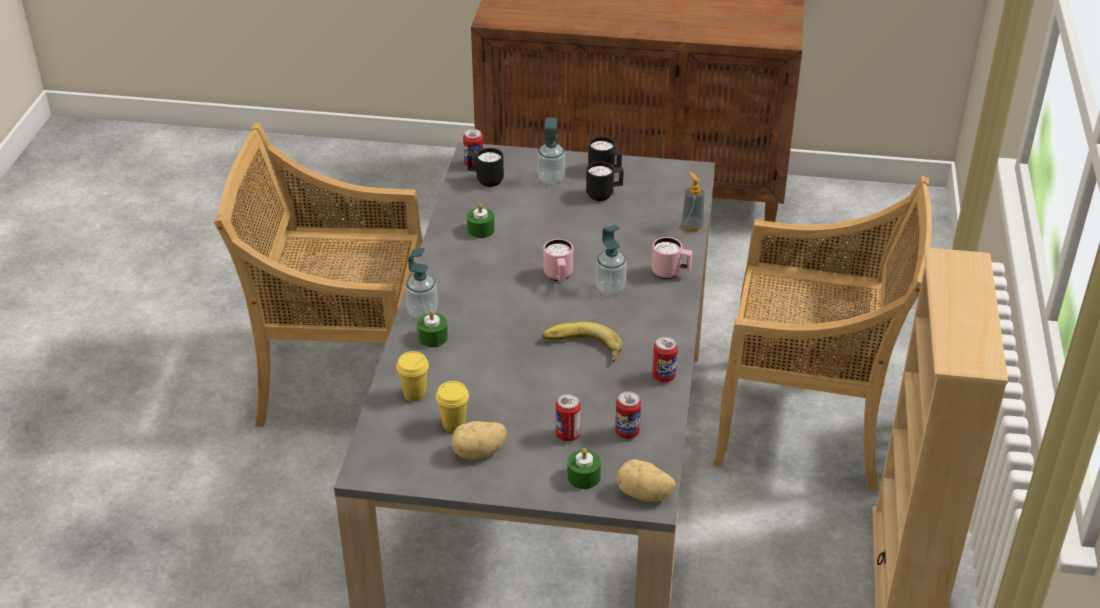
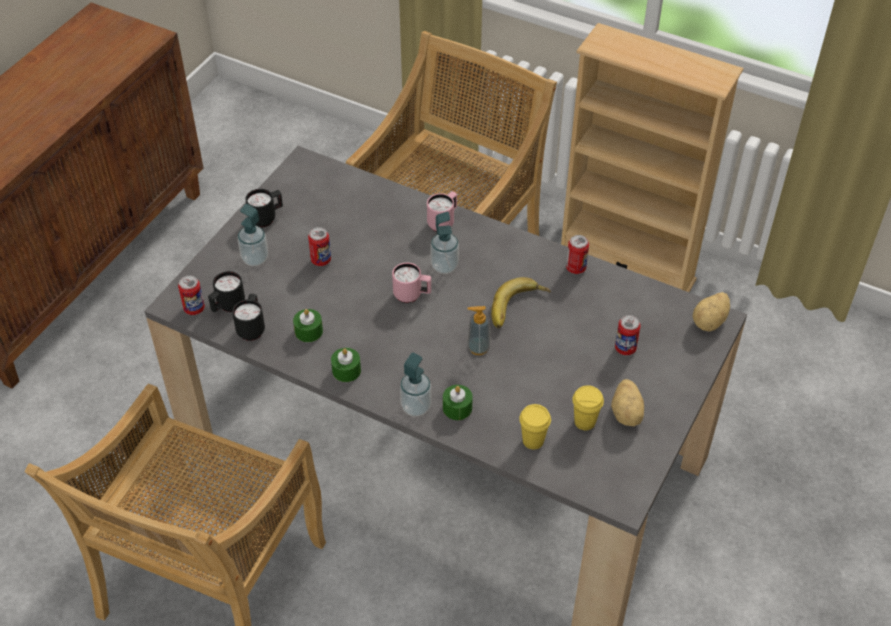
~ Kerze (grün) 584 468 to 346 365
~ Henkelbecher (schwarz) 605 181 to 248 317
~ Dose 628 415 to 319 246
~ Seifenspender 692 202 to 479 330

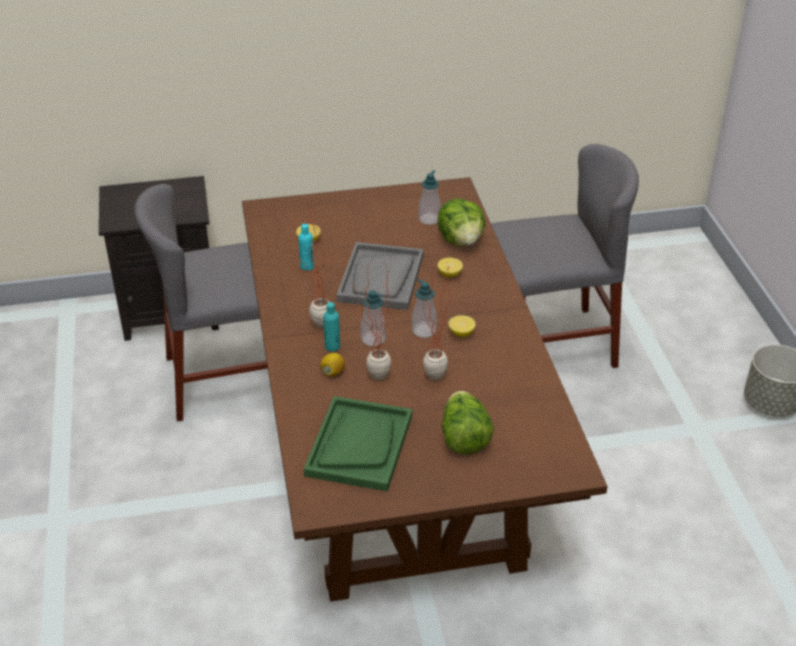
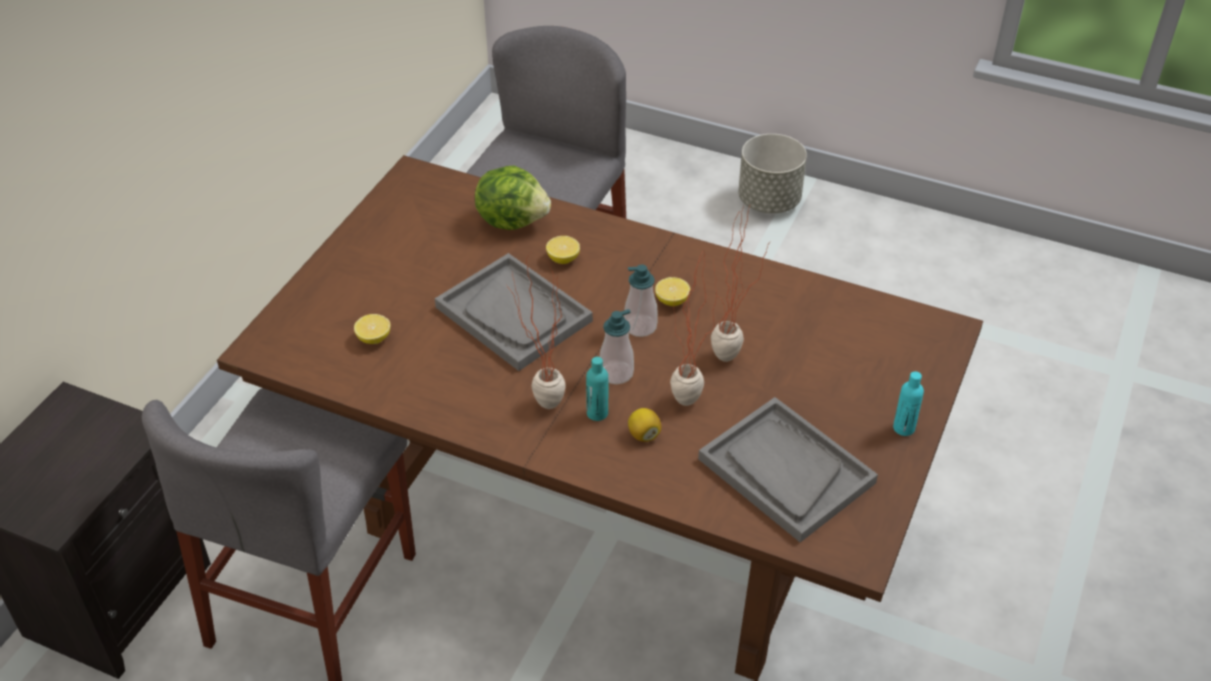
~ Flasche (türkis) 306 247 to 908 403
~ Tablett (grün) 358 444 to Tablett (grau) 788 470
- Seifenspender 429 197
- Salatkopf 468 422

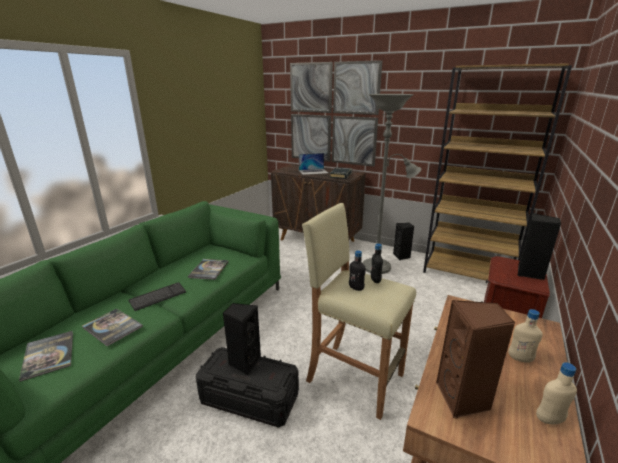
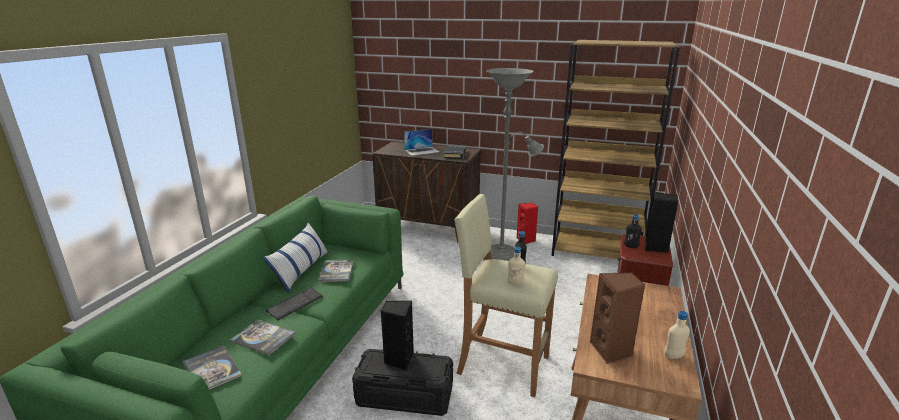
- Bild 336 113
~ Flasche (schwarz) 357 270 to 633 231
~ Lautsprecher (schwarz) 403 241 to Lautsprecher (rot) 527 223
~ Flasche (beige) 525 336 to 517 266
+ Kissen 296 257

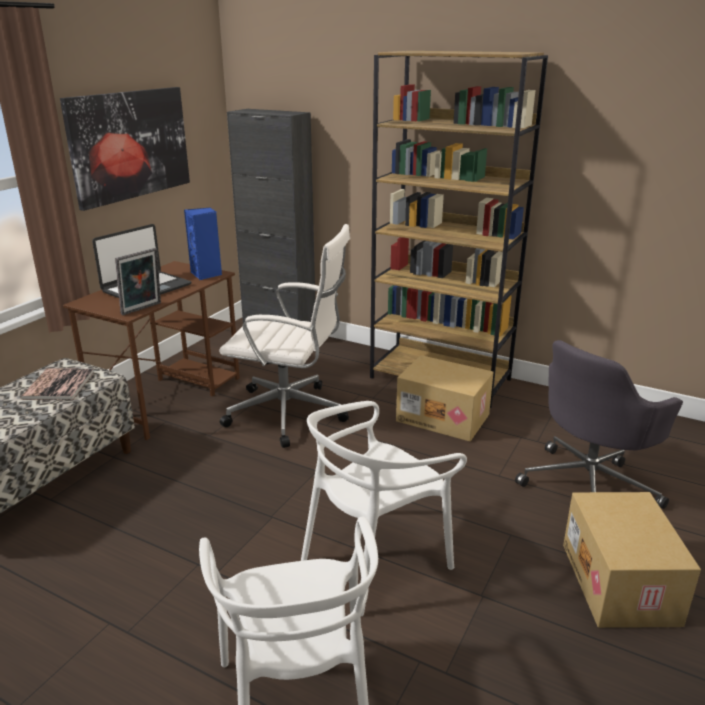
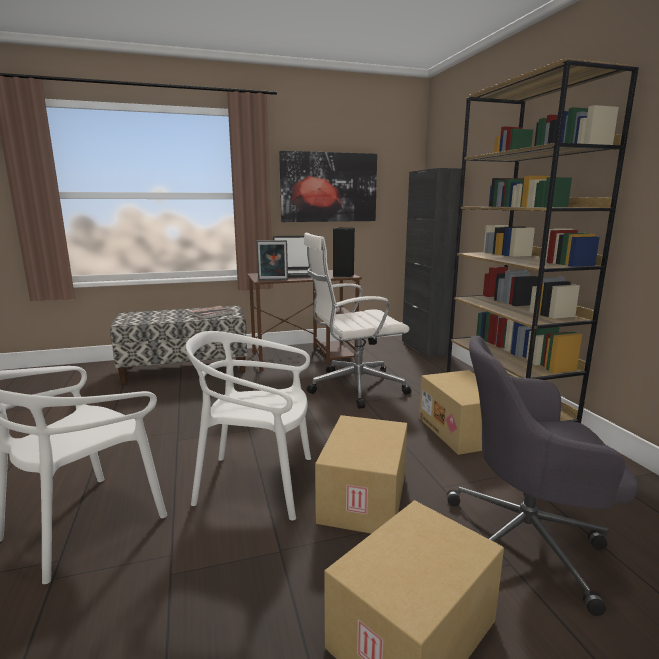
~ Lautsprecher (blau) 203 244 to Lautsprecher (schwarz) 344 252
~ Bürostuhl (weiß) 284 336 = 357 321 105 degrees clockwise
+ Karton 361 474

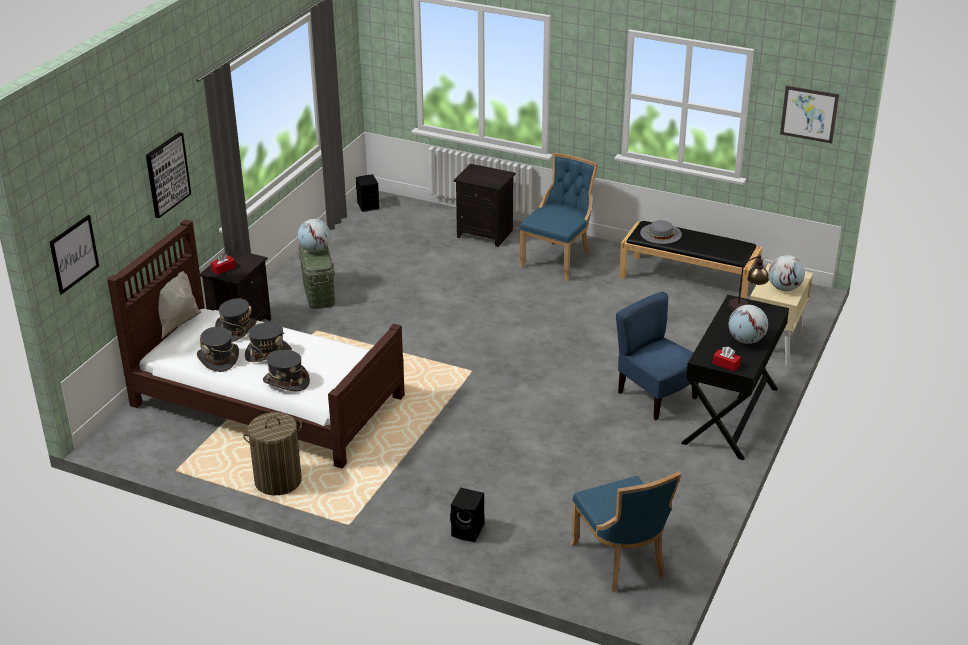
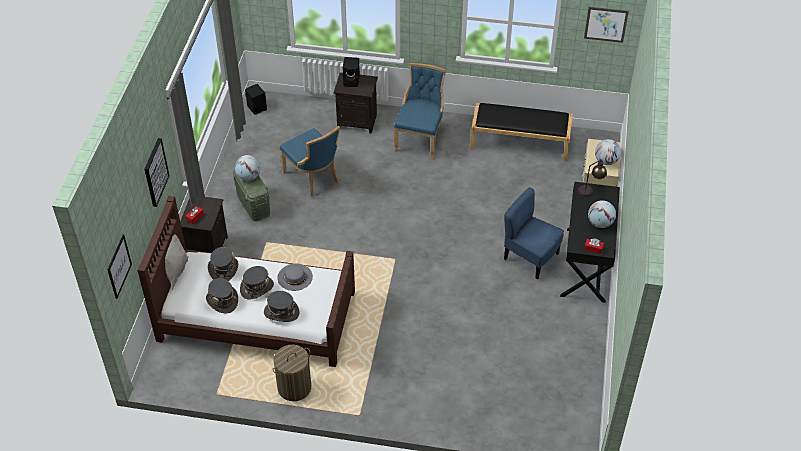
~ Lautsprecher (schwarz) 467 514 to 351 72
~ Stuhl (blau) 625 531 to 310 161
~ Hut (grau) 661 232 to 295 277

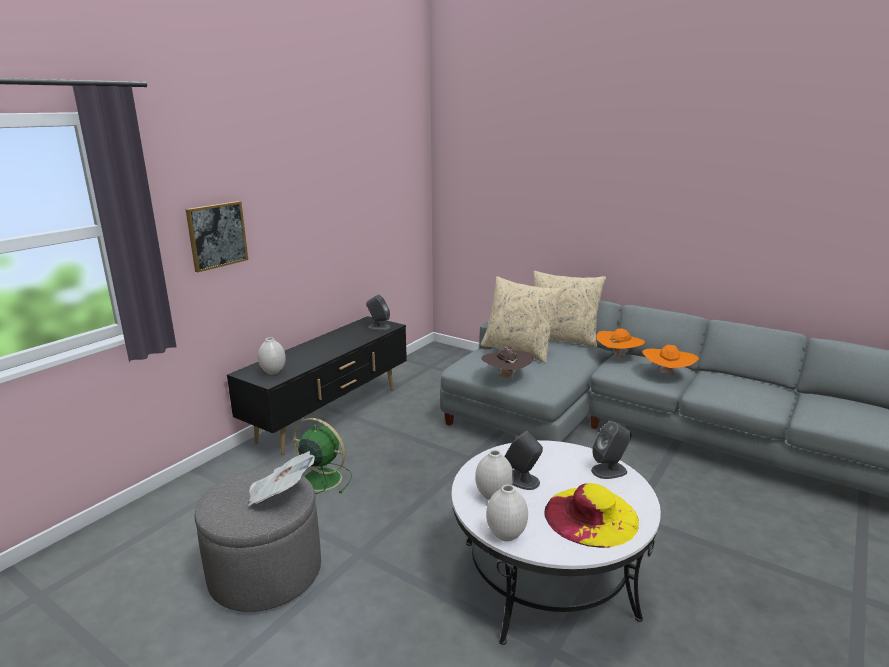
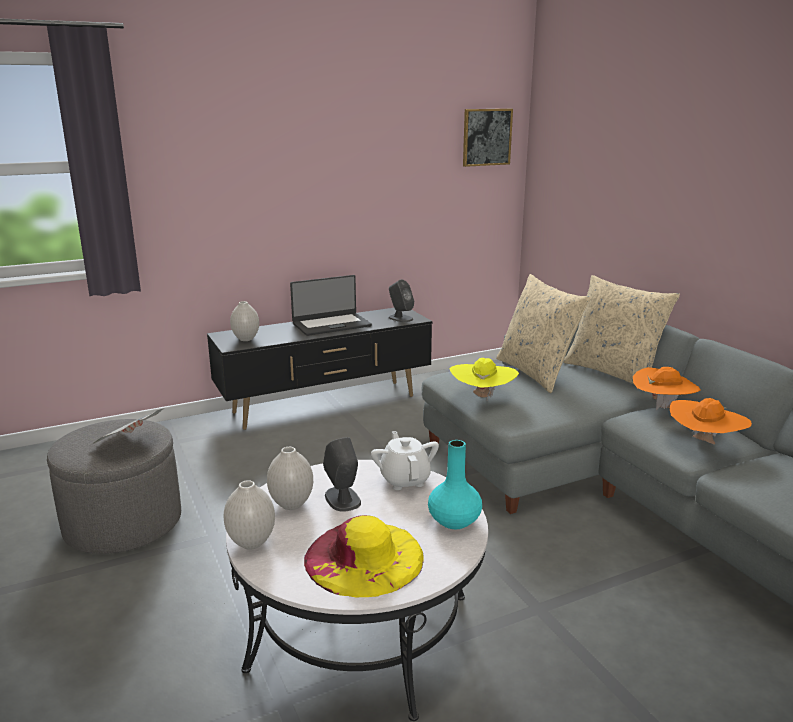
~ Bild 217 236 to 488 138
- Ventilator (grün) 322 456
~ Hut (braun) 507 362 to Hut (gelb) 484 379
~ Lautsprecher (grau) 611 450 to Vase (türkis) 455 484
+ Laptop 331 305
+ Teekanne (weiß) 405 460

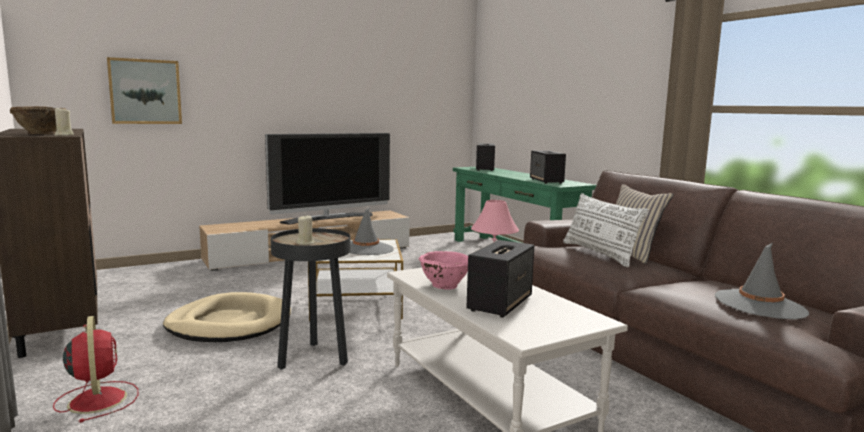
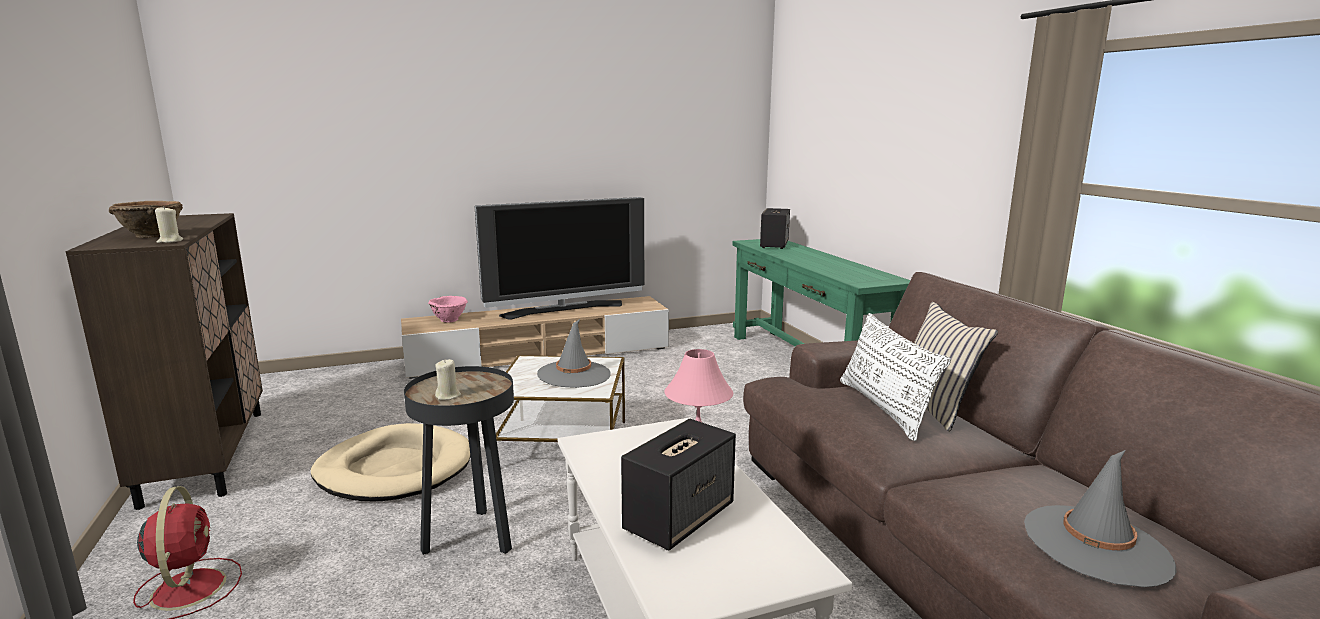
- Bild 144 90
~ Schüssel (rosa) 443 270 to 448 309
- Lautsprecher 548 167

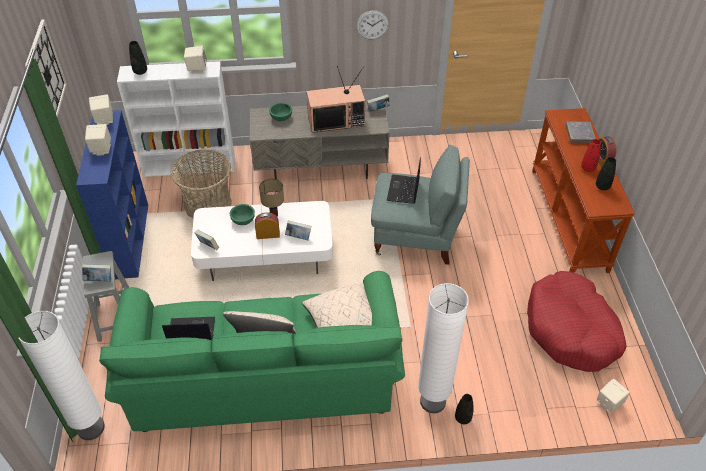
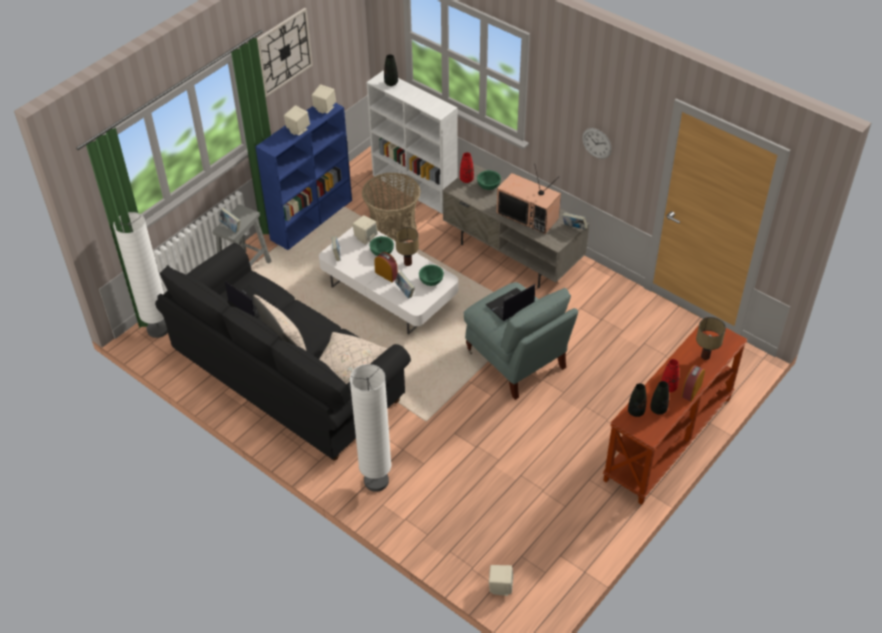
~ Sofa (grün) 252 351 to Sofa (schwarz) 283 352
~ Lautsprecher (beige) 195 60 to 365 230
~ Vase (schwarz) 464 409 to 637 400
- Hundebett (rot) 577 321
~ Buch (grau) 581 132 to Tischlampe 711 338
+ Schüssel (grün) 431 275
+ Vase (rot) 467 167

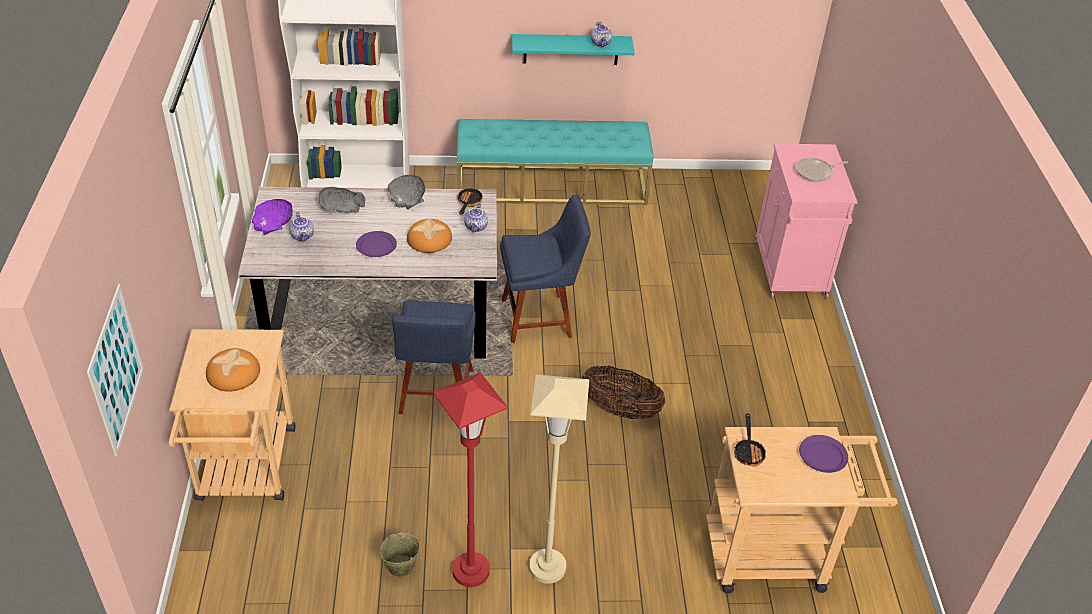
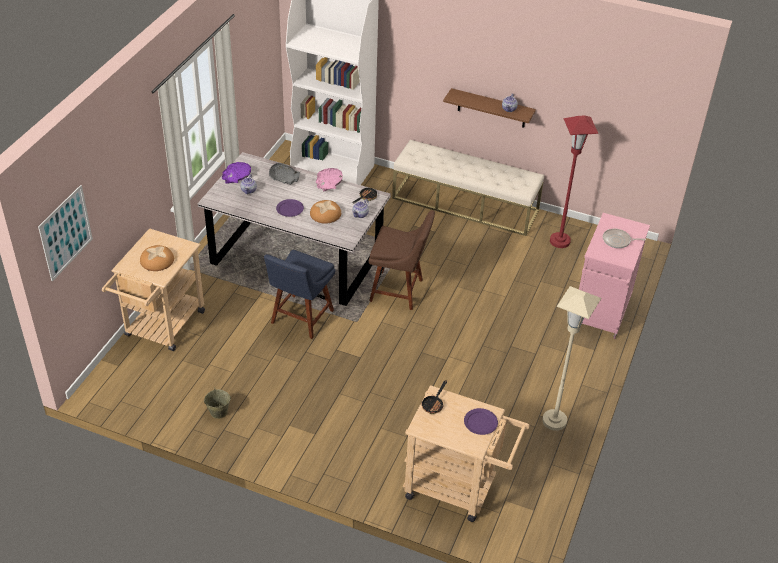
~ Schüssel (grau) 406 192 to Schüssel (rosa) 329 179
~ Stehlampe (rot) 470 479 to 574 181
~ Bank (türkis) 555 162 to Bank (beige) 468 188
~ Stuhl (blau) 545 269 to Stuhl (braun) 402 260
~ Wandregal (türkis) 573 49 to Wandregal (braun) 489 108
~ Stehlampe (beige) 559 479 to 571 358
- Korb 624 392

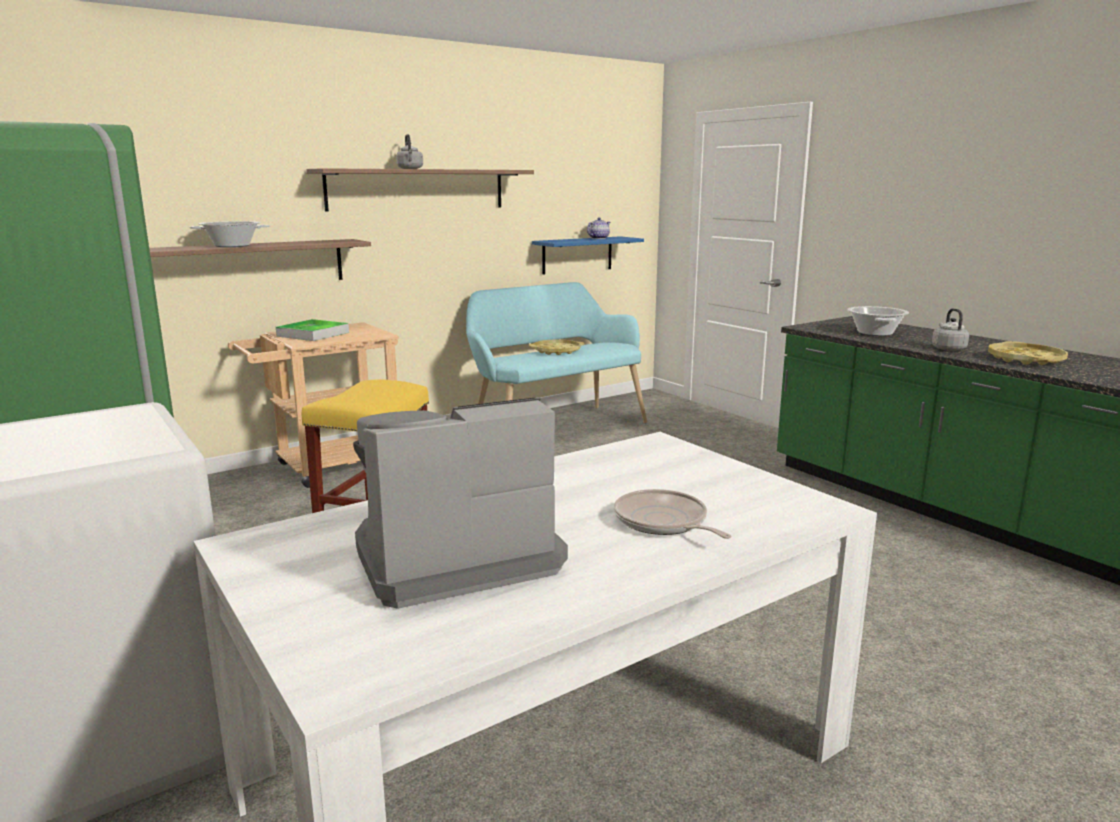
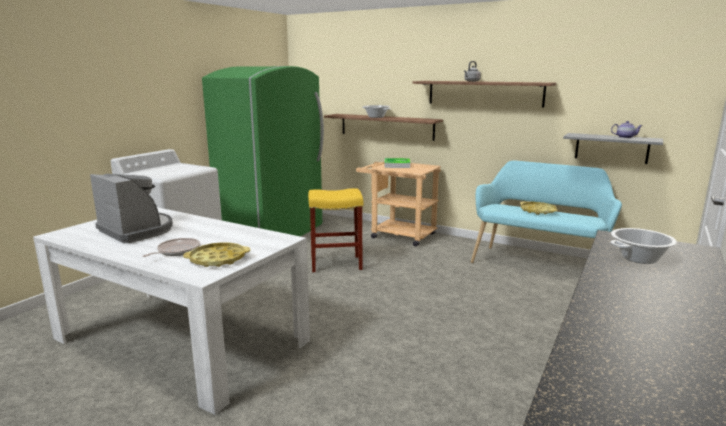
~ Wandregal (blau) 588 255 to Wandregal (grau) 613 148
- Wasserkessel (grau) 950 329
~ Tablett (gelb) 1028 353 to 216 254

